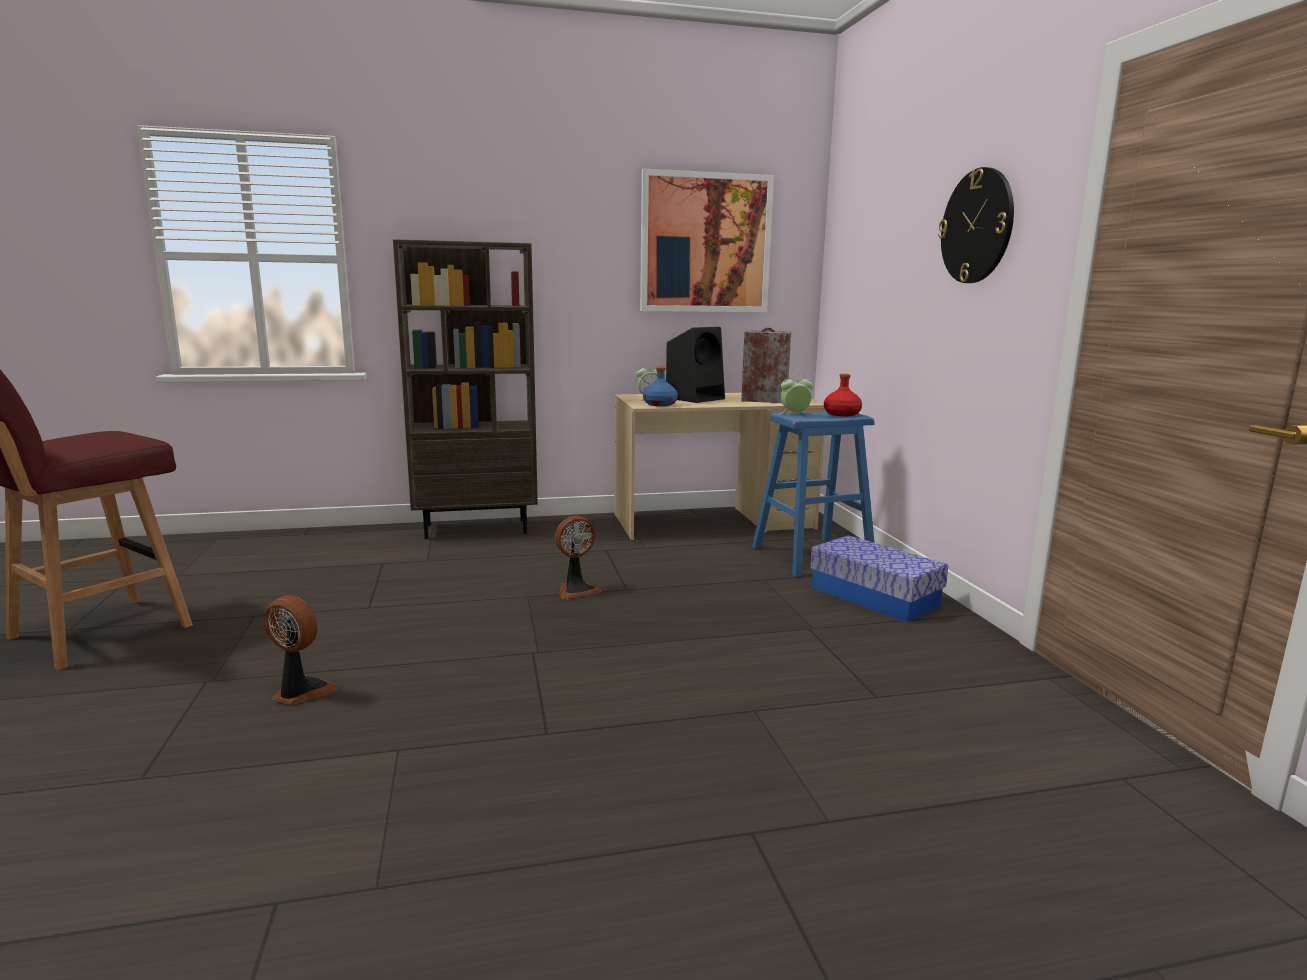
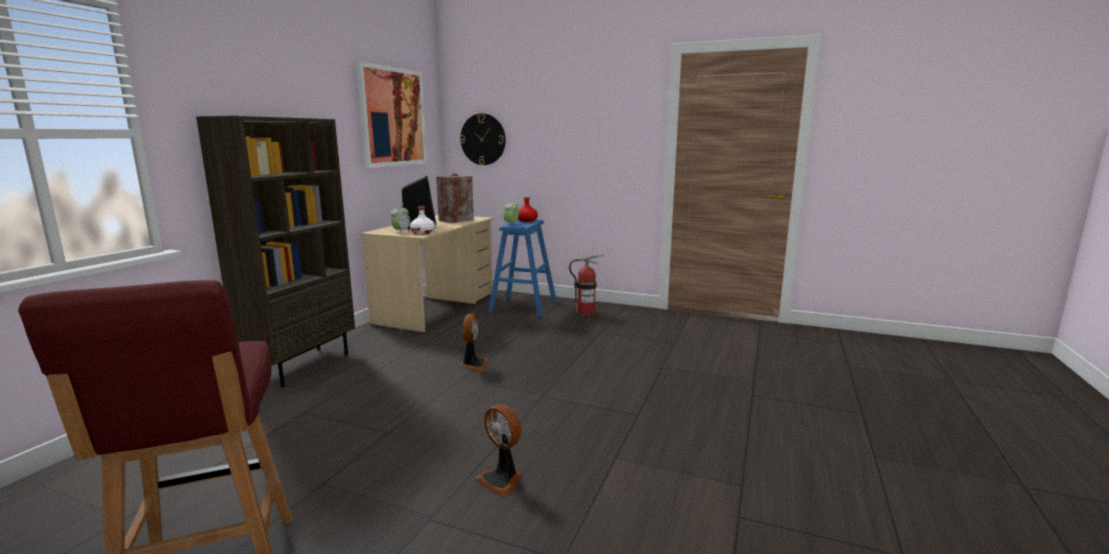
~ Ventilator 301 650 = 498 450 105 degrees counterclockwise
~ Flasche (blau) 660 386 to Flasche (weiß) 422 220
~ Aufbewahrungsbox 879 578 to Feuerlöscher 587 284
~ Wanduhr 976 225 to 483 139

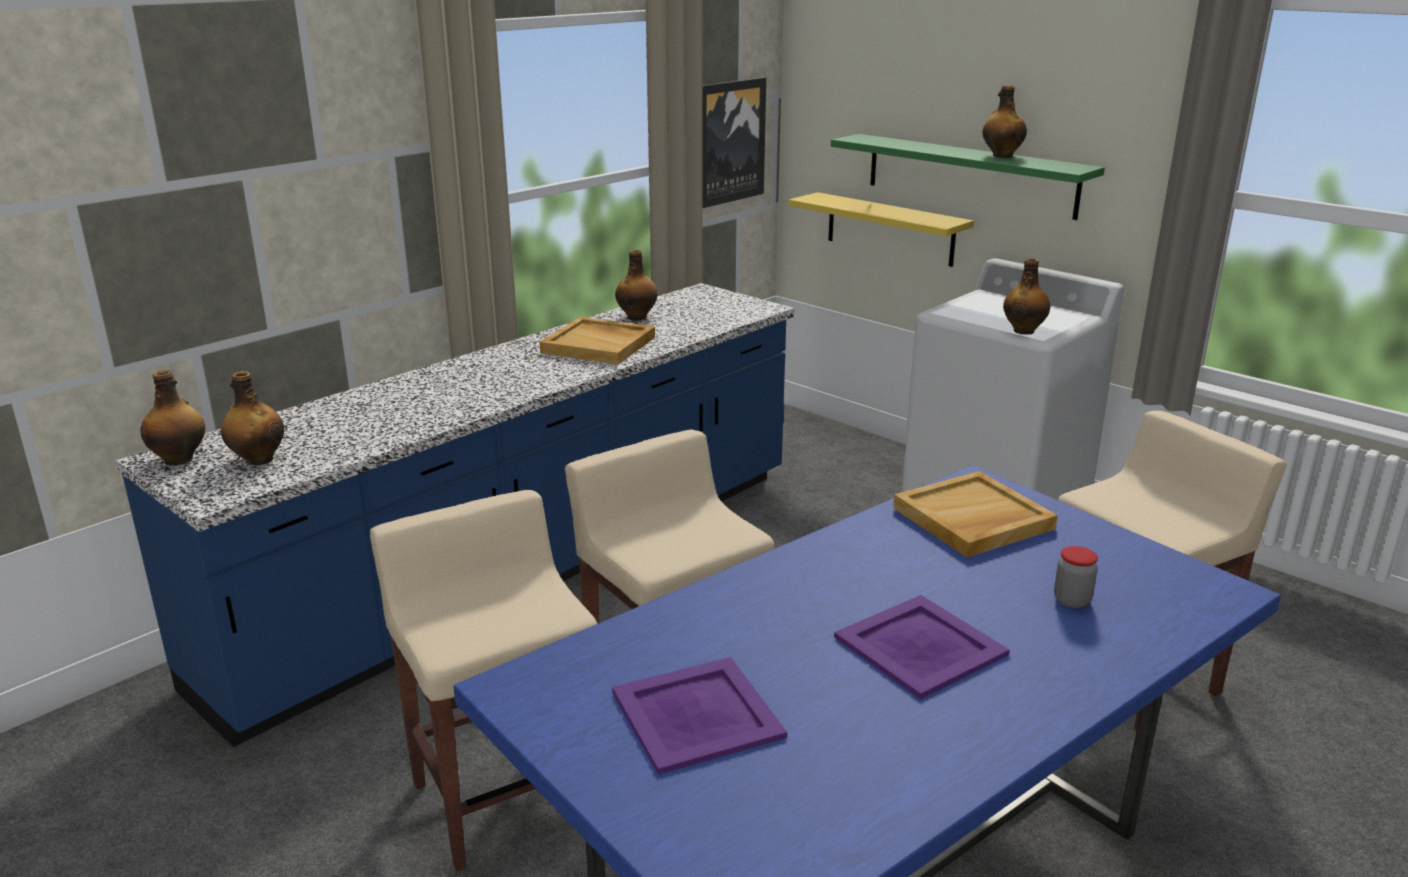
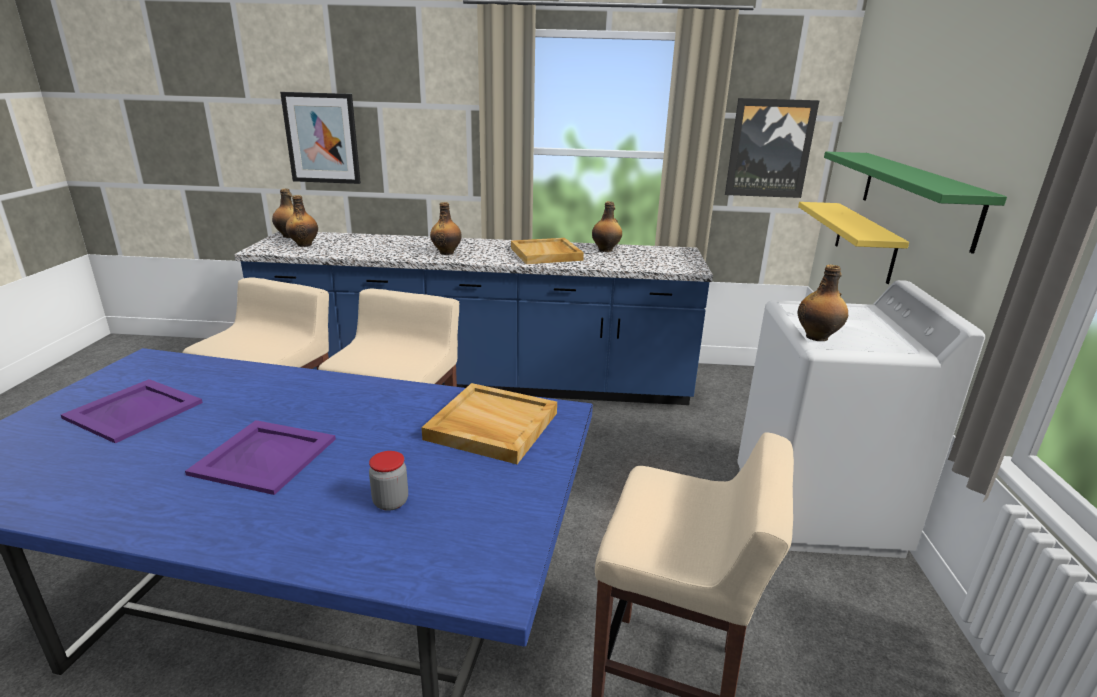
~ Flasche 1004 121 to 446 228
+ Bild 320 138

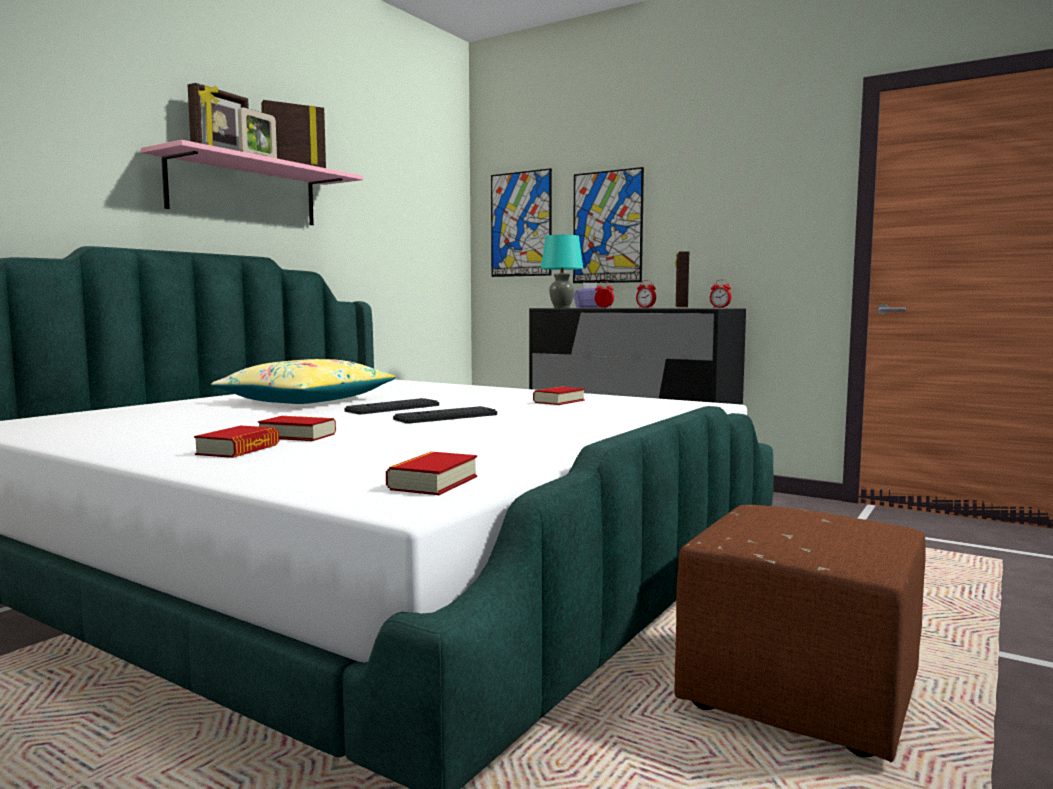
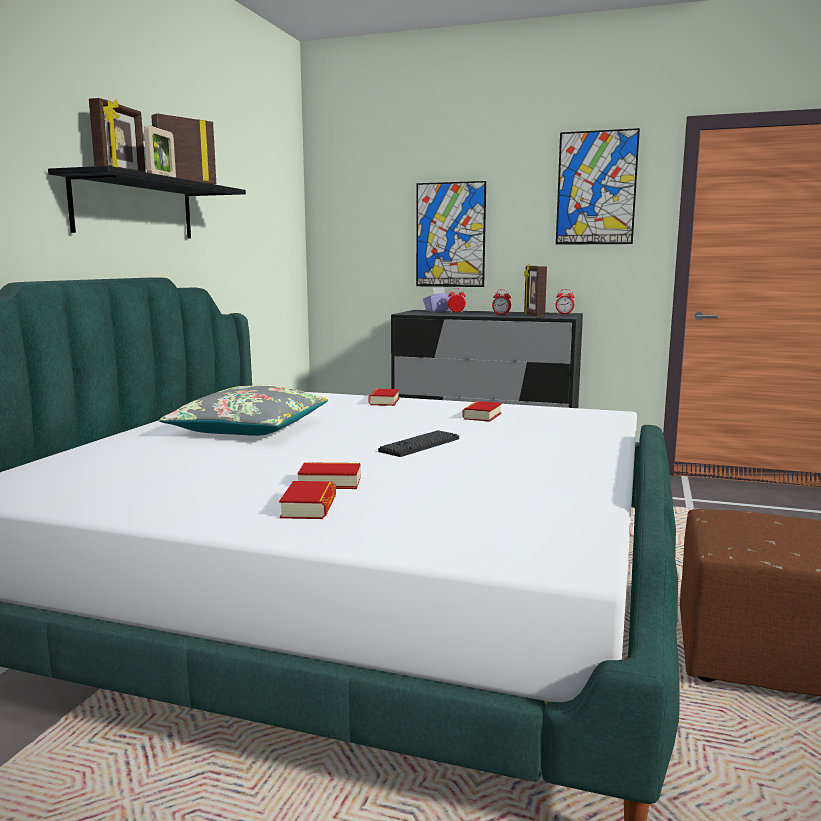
~ Wandregal (rosa) 252 182 to Wandregal (schwarz) 147 202
~ Kissen (gelb) 303 381 to Kissen (grau) 243 411
- Tastatur 391 406
~ Buch 431 473 to 383 397
~ Bild 521 222 to 598 186
- Tischlampe (türkis) 562 271

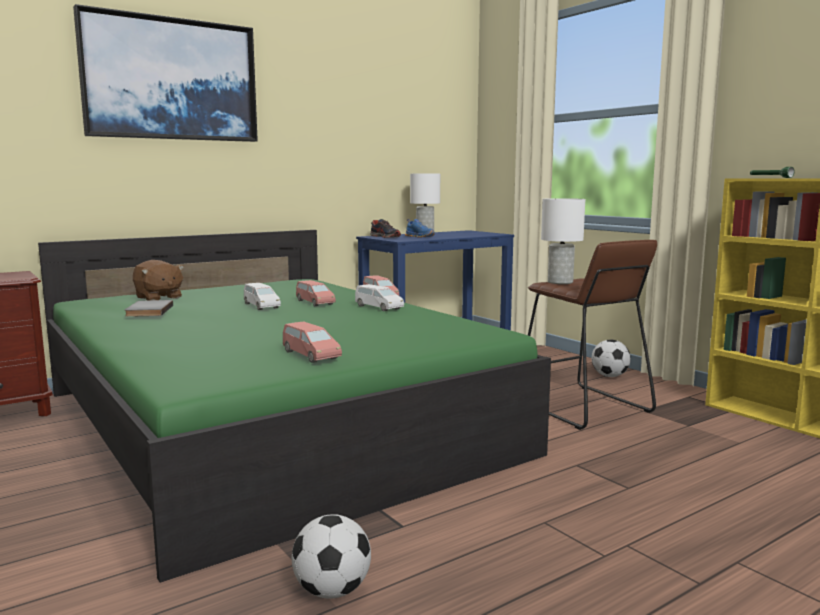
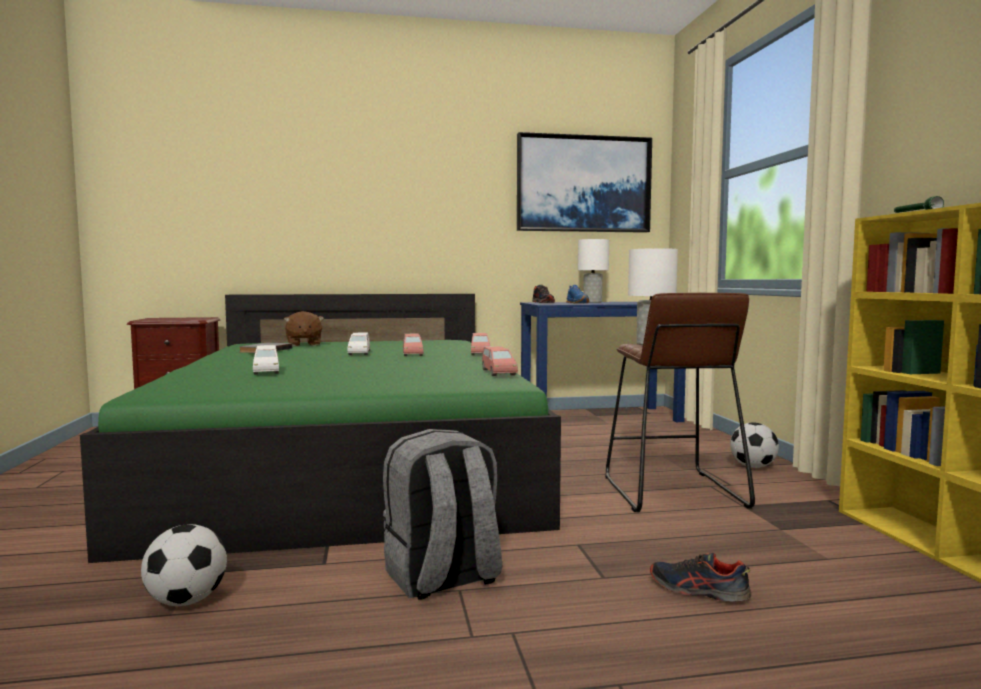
~ Bild 165 73 to 584 182
~ Spielzeugauto (rosa) 312 342 to 500 361
~ Spielzeugauto (weiß) 379 297 to 266 360
+ Rucksack (grau) 442 514
+ Schuh 700 577

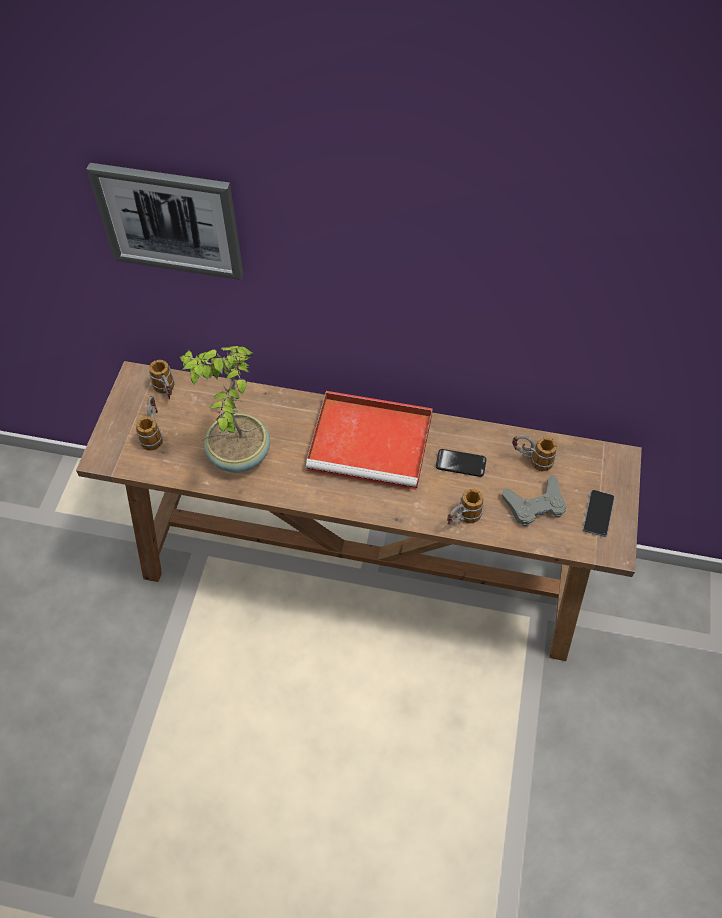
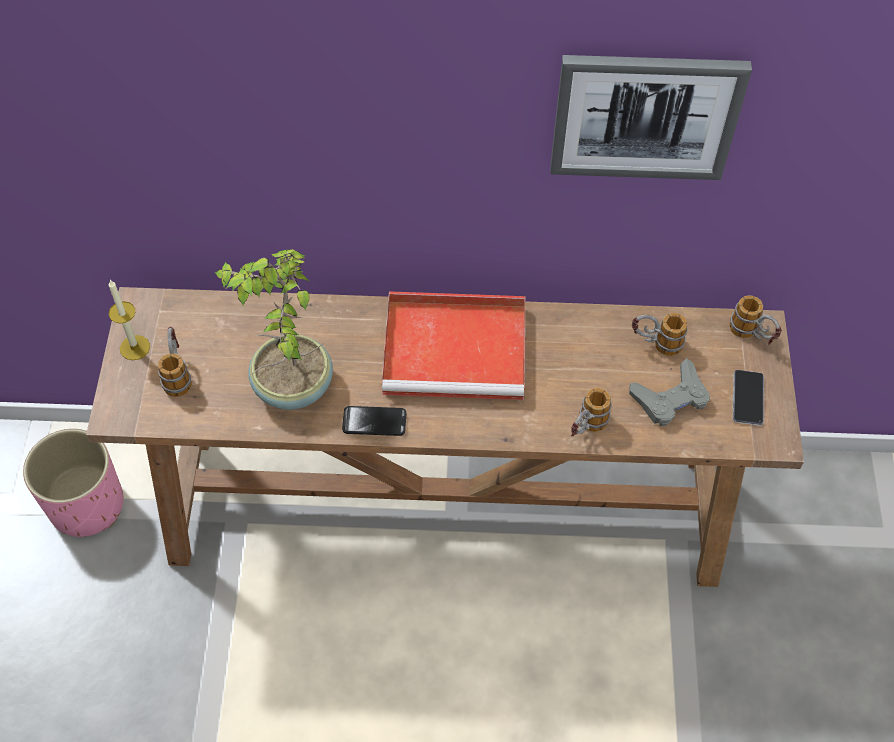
~ Bild 165 221 to 651 117
~ Henkelbecher 161 379 to 756 320
~ Handy 461 463 to 374 421
+ Pflanzkübel (rosa) 73 483
+ Kerze 129 320

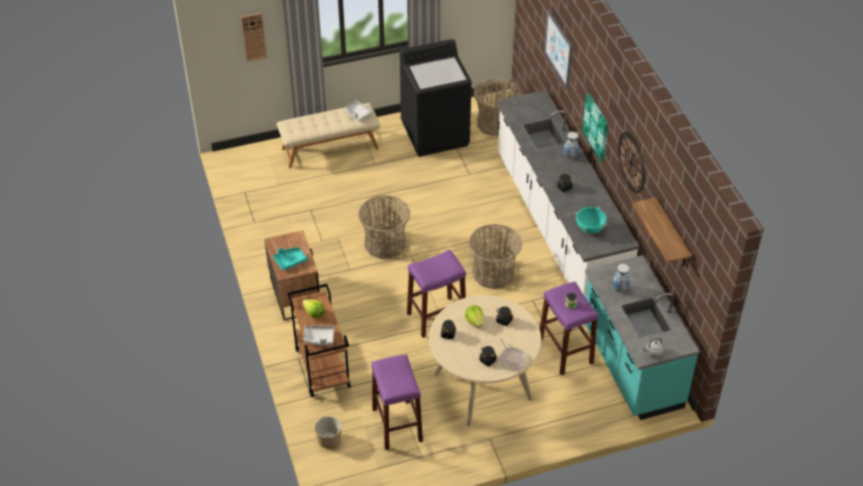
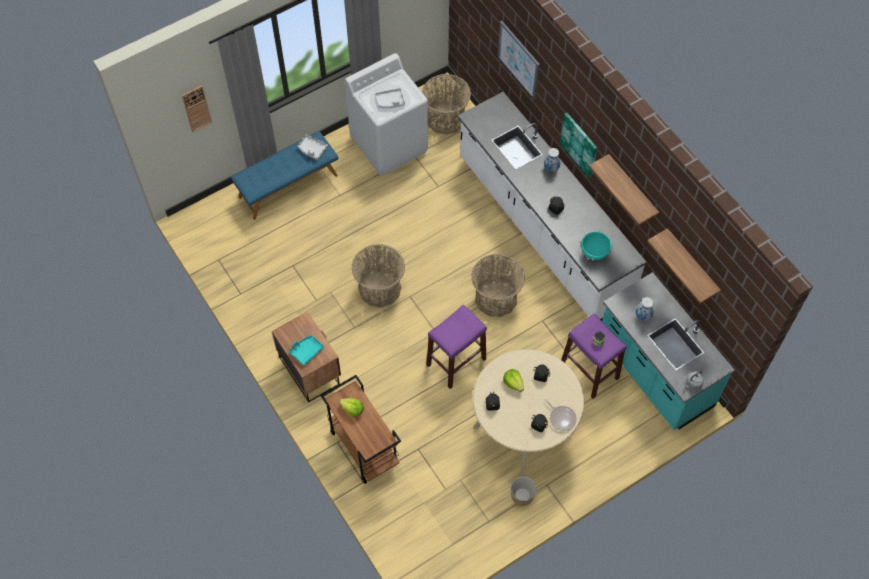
~ Bank (beige) 328 135 to Bank (blau) 284 176
~ Tablett (grau) 318 335 to 390 98
~ Pflanzkübel 328 432 to 524 491
- Hocker (lila) 397 402
~ Waschmaschine (schwarz) 436 98 to Waschmaschine (weiß) 386 114
~ Wanduhr 631 162 to Wandregal 624 189

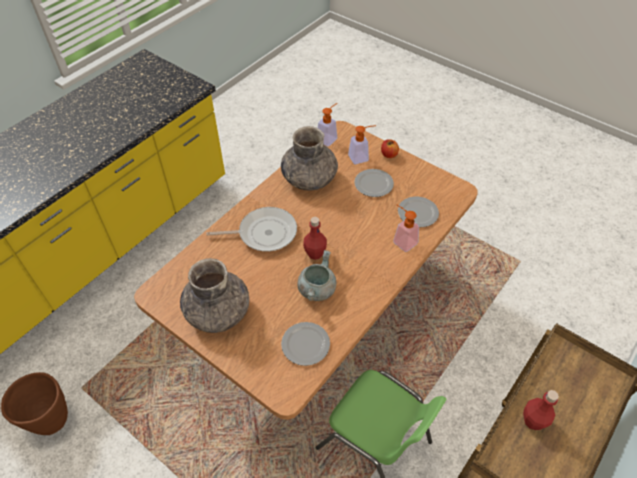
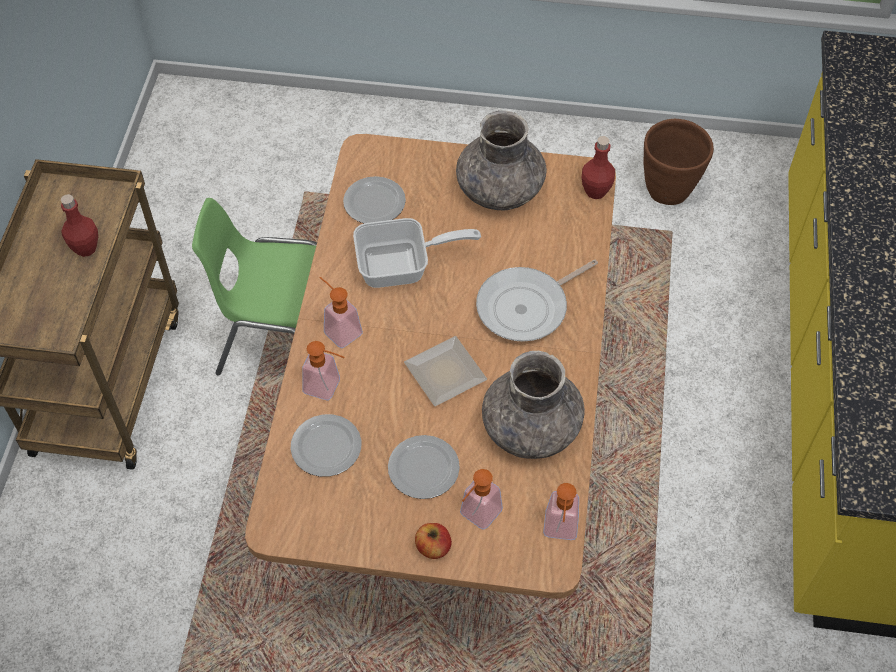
~ Kochtopf (grau) 316 275 to Pfanne 417 253
~ Flasche (rot) 315 238 to 598 167
+ Seifenspender 341 313
+ Teller 445 371

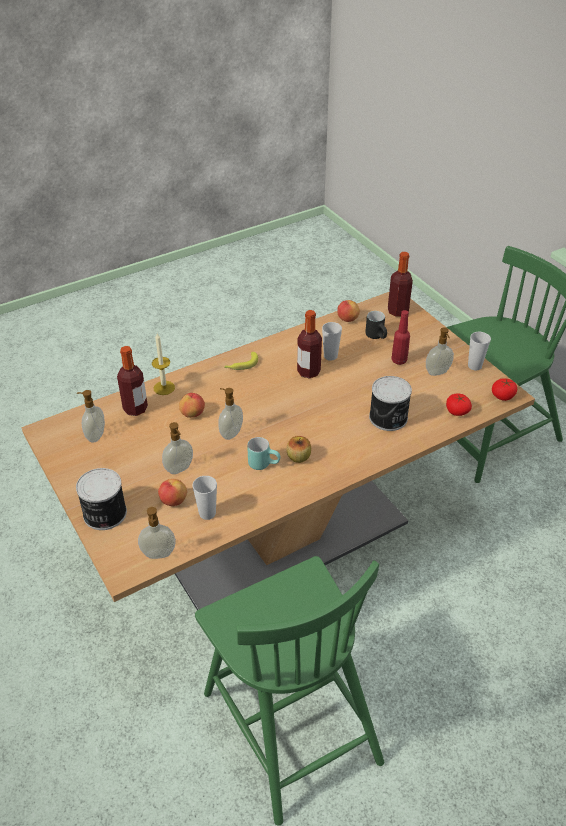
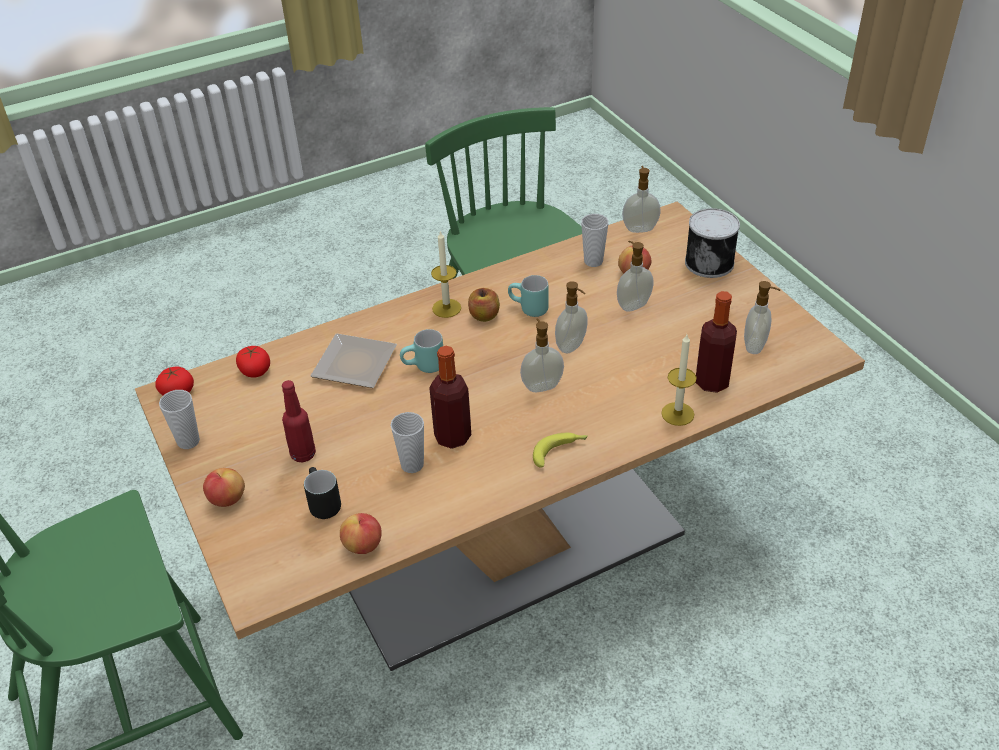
~ Apfel 192 405 to 224 487
~ Dose 390 403 to Teller 354 361
- Flasche 400 284
~ Seifenspender 440 351 to 542 355
+ Henkelbecher (türkis) 421 351
+ Kerze 446 274

